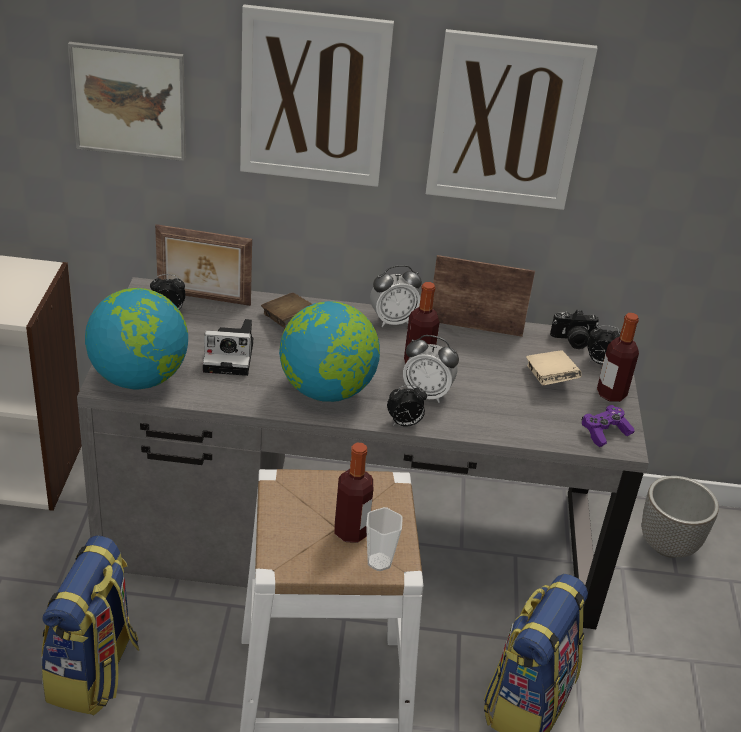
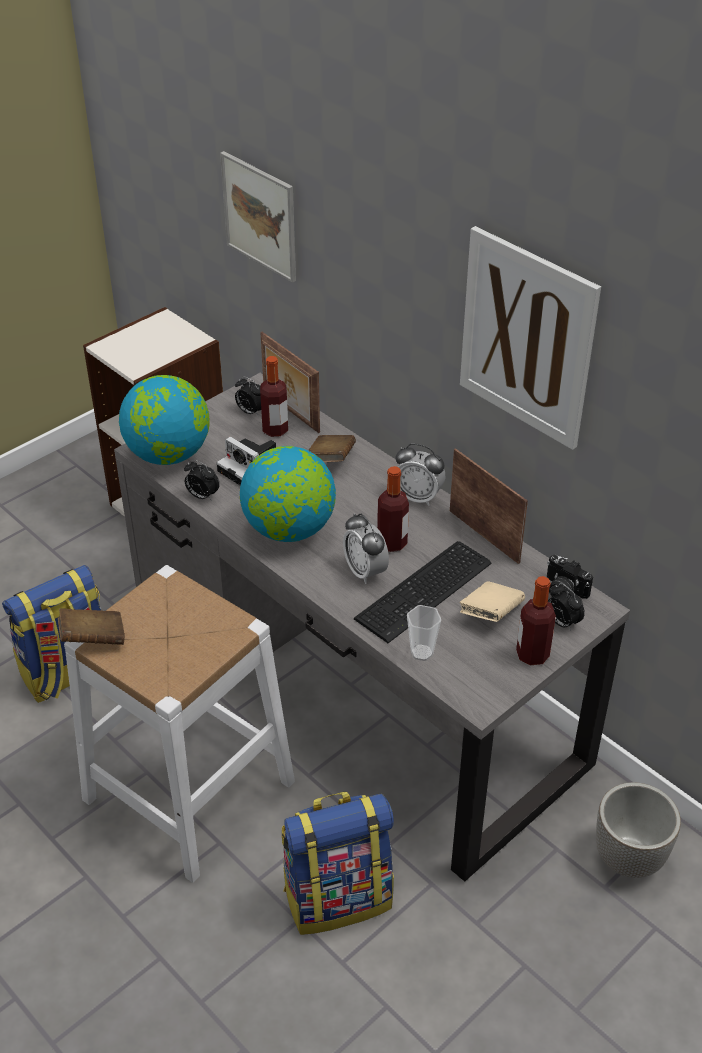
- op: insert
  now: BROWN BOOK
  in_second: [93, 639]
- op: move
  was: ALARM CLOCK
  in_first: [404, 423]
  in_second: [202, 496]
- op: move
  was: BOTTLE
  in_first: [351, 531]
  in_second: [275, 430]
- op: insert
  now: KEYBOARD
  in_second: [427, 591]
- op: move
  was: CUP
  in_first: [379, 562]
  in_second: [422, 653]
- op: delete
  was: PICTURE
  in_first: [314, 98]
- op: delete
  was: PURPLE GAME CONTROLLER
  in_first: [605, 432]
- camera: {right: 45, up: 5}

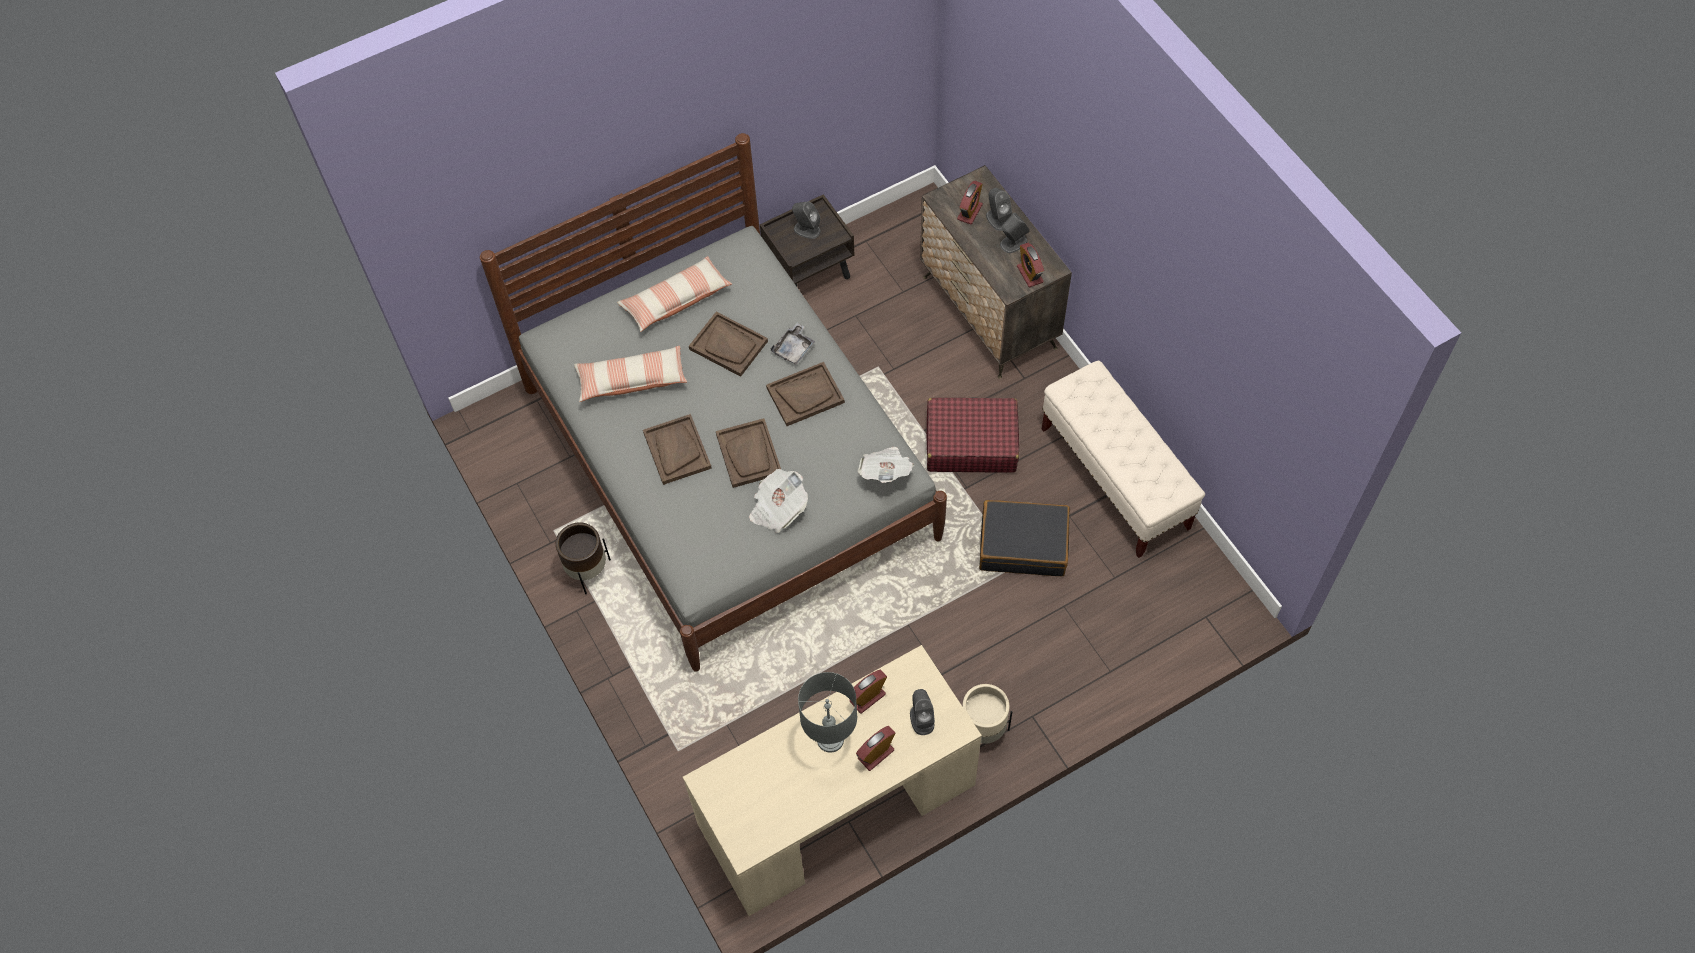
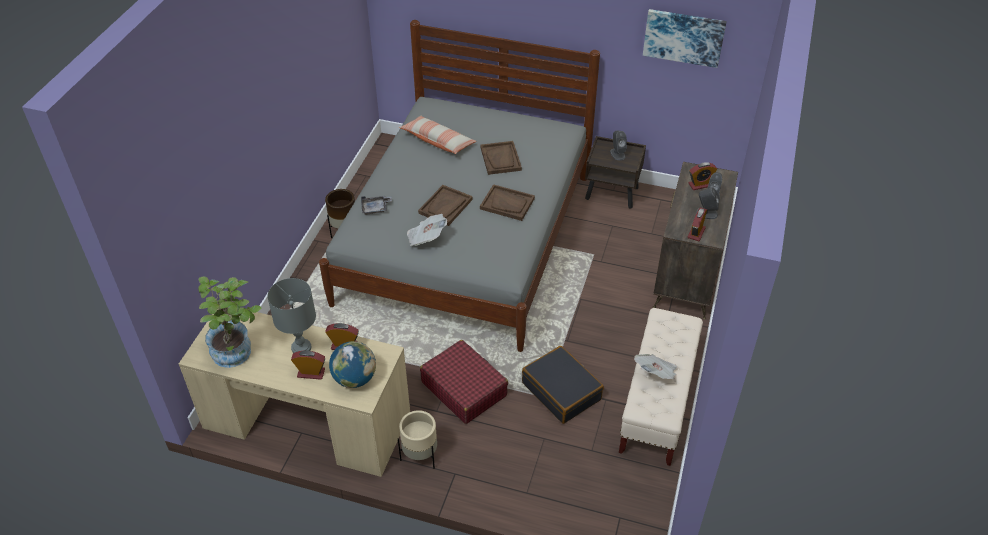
- op: insert
  now: POTTED PLANT
  in_second: [238, 352]
- op: replace
  was: GREY SPEAKER
  now: GLOBE
  in_first: [922, 719]
  in_second: [355, 378]
- op: move
  was: GREY TRAY
  in_first: [794, 349]
  in_second: [375, 208]
- op: move
  was: RED SUITCASE
  in_first: [971, 443]
  in_second: [464, 388]
- op: move
  was: NEWSPAPER
  in_first: [885, 472]
  in_second: [656, 373]
- op: insert
  now: PICTURE
  in_second: [684, 37]
- op: delete
  was: PILLOW
  in_first: [676, 300]
- op: delete
  was: BROWN TRAY
  in_first: [677, 450]
- camera: {right: 45, up: -15}

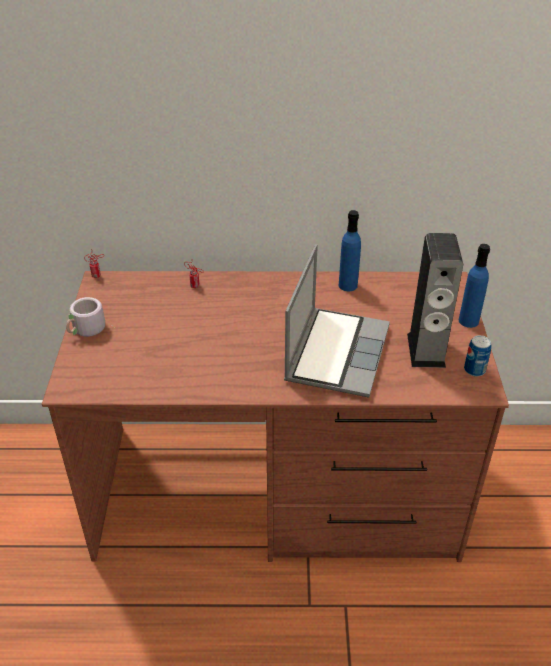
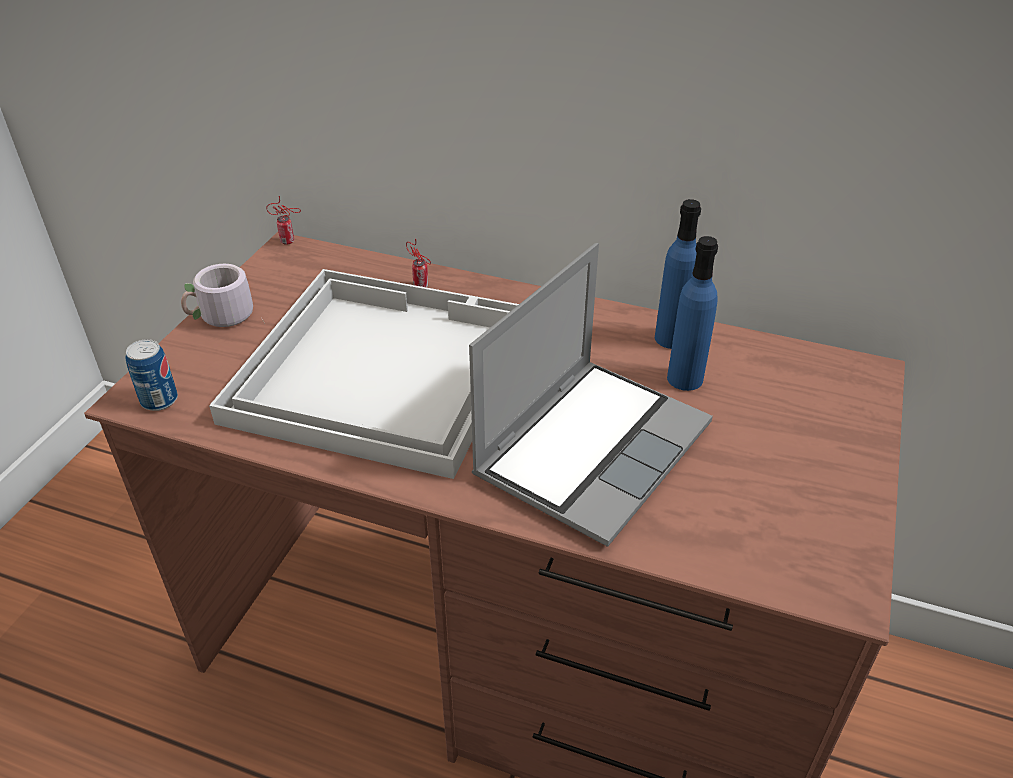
- op: move
  was: CAN
  in_first: [474, 370]
  in_second: [159, 400]
- op: insert
  now: WHITE TRAY
  in_second: [380, 369]
- op: move
  was: BLUE BOTTLE
  in_first: [468, 321]
  in_second: [685, 379]
- op: delete
  was: SPEAKER
  in_first: [426, 350]
- camera: {right: 20, up: 0}

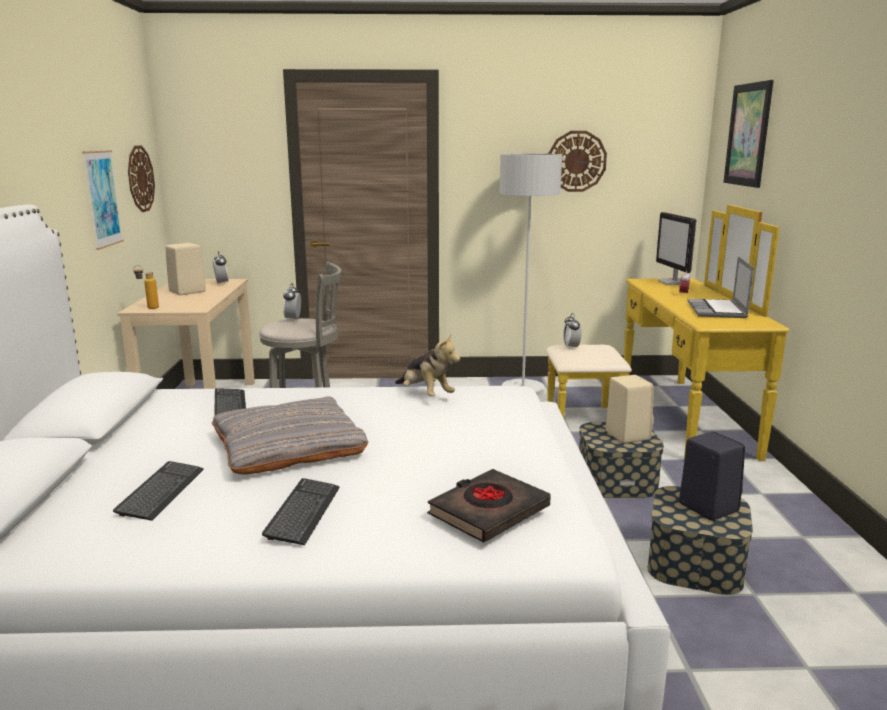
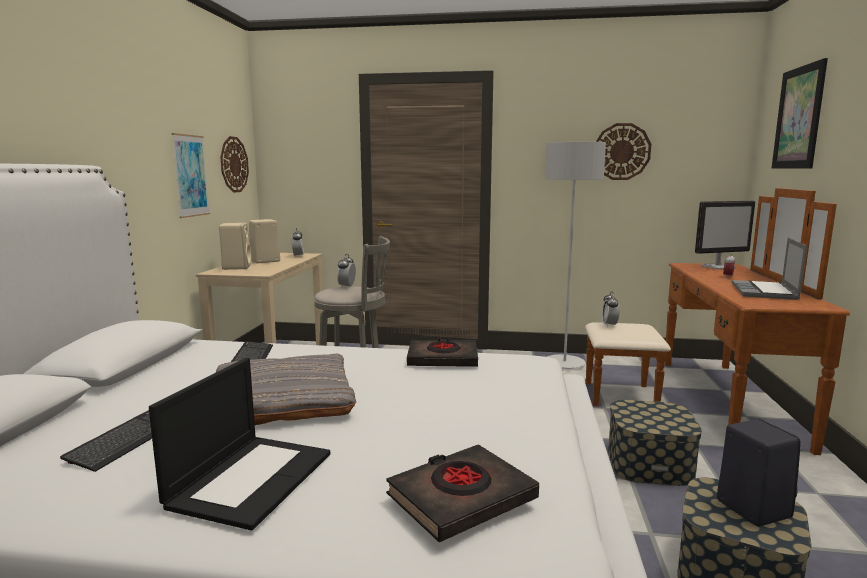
- op: replace
  was: KEYBOARD
  now: LAPTOP
  in_first: [303, 512]
  in_second: [251, 478]
- op: move
  was: BEIGE SPEAKER
  in_first: [626, 435]
  in_second: [236, 267]
- op: replace
  was: PLUSH TOY
  now: BLACK BOOK
  in_first: [425, 395]
  in_second: [443, 359]
- op: recolor
  was: YELLOW DRESSER
  now: BROWN DRESSER
  in_first: [660, 417]
  in_second: [702, 400]
- op: rotate
  was: MONITOR
  in_first: [673, 283]
  in_second: [718, 267]
  clockwise: -105
- op: delete
  was: BOTTLE
  in_first: [148, 308]
- camera: {right: 10, up: -5}

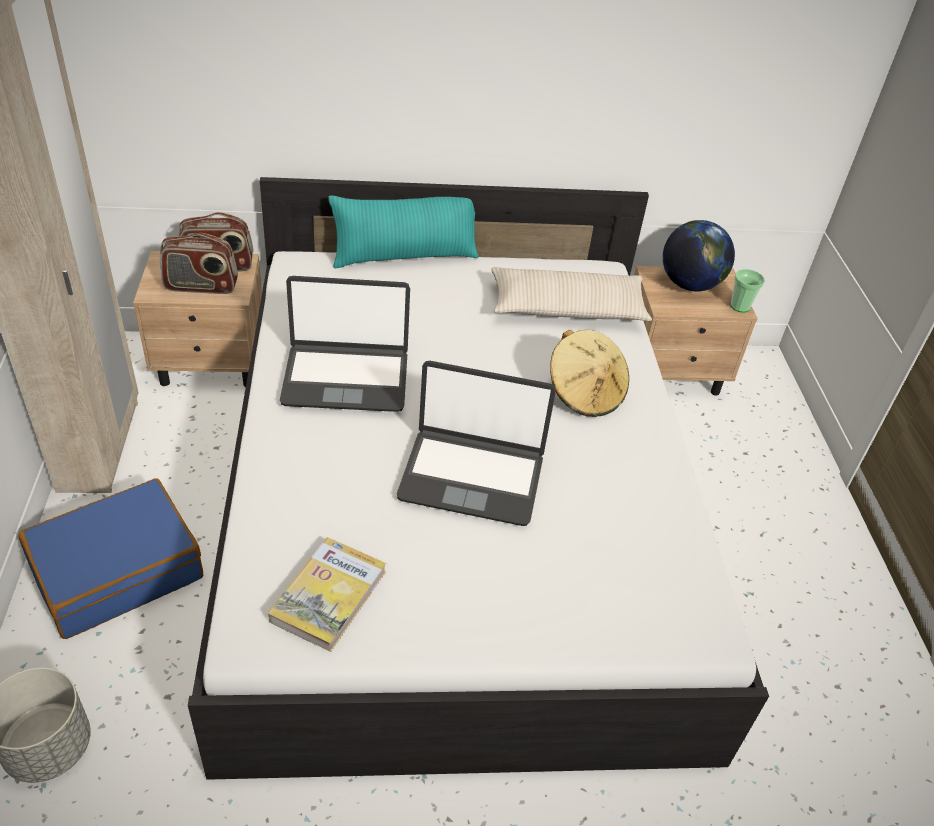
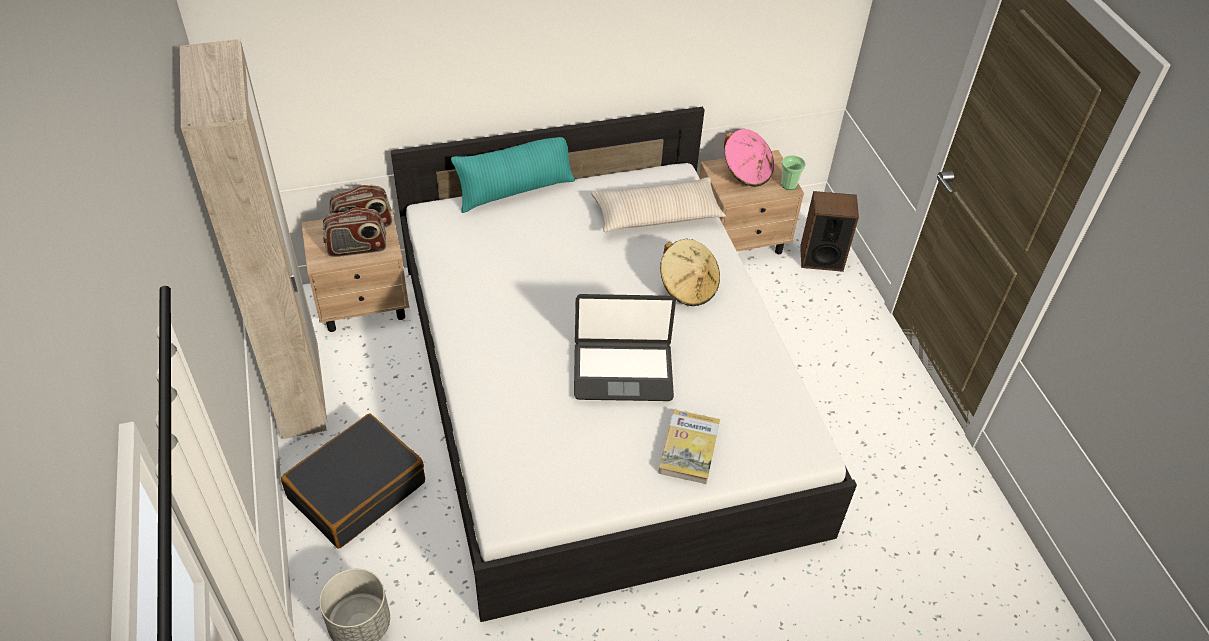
- op: recolor
  was: BLUE SUITCASE
  now: BLACK SUITCASE
  in_first: [117, 570]
  in_second: [356, 490]
- op: move
  was: BOOK
  in_first: [329, 596]
  in_second: [689, 448]
- op: replace
  was: GLOBE
  now: PINK HAT
  in_first: [689, 285]
  in_second: [746, 172]
- op: insert
  now: SPEAKER
  in_second: [821, 258]
- op: delete
  was: LAPTOP
  in_first: [346, 378]
- camera: {right: -10, up: 5}

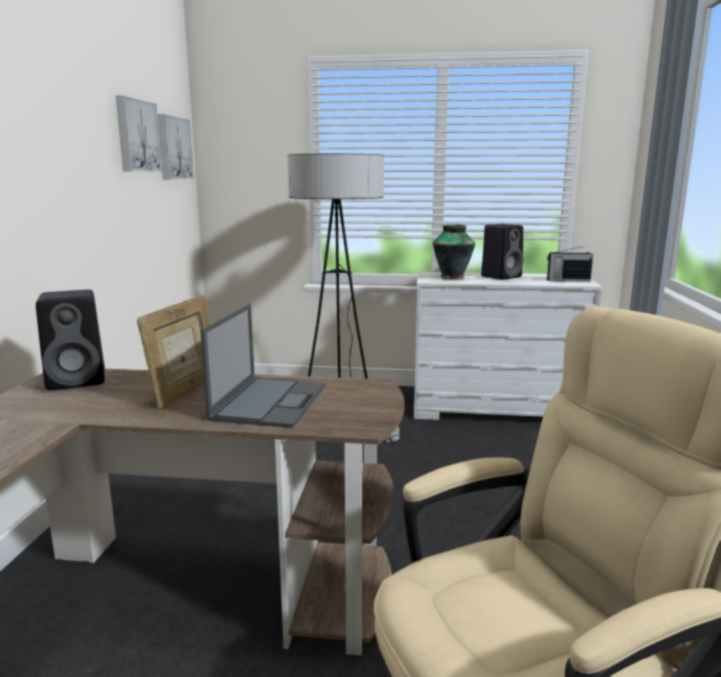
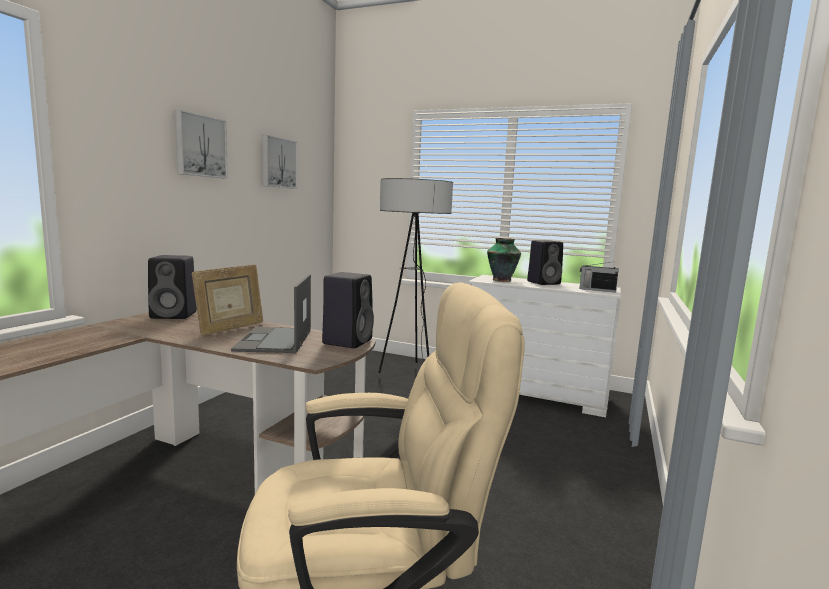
- op: move
  was: PICTURE
  in_first: [173, 148]
  in_second: [200, 146]
- op: rotate
  was: LAPTOP
  in_first: [270, 401]
  in_second: [274, 340]
  clockwise: 150
- op: insert
  now: BLACK SPEAKER
  in_second: [348, 341]
- camera: {right: 15, up: -5}

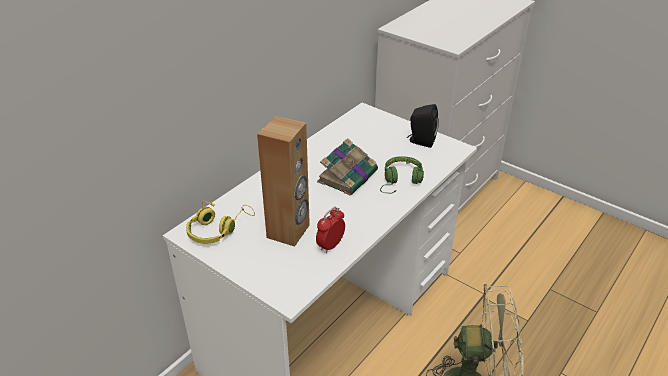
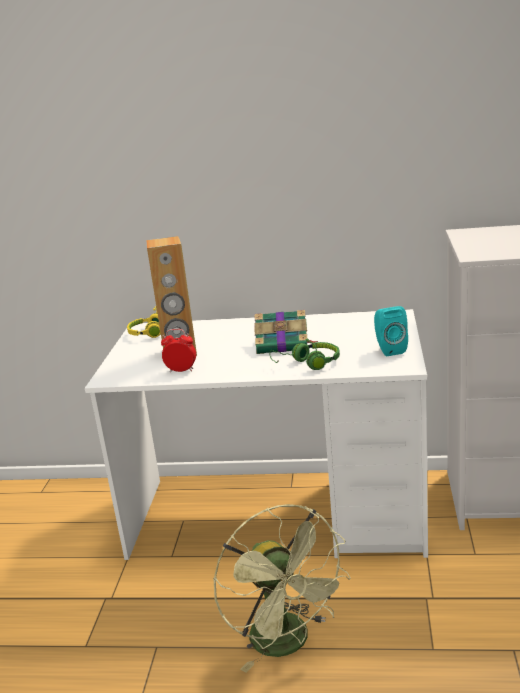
- op: recolor
  was: BLACK SPEAKER
  now: TURQUOISE SPEAKER
  in_first: [420, 141]
  in_second: [389, 349]
- camera: {right: 60, up: -15}

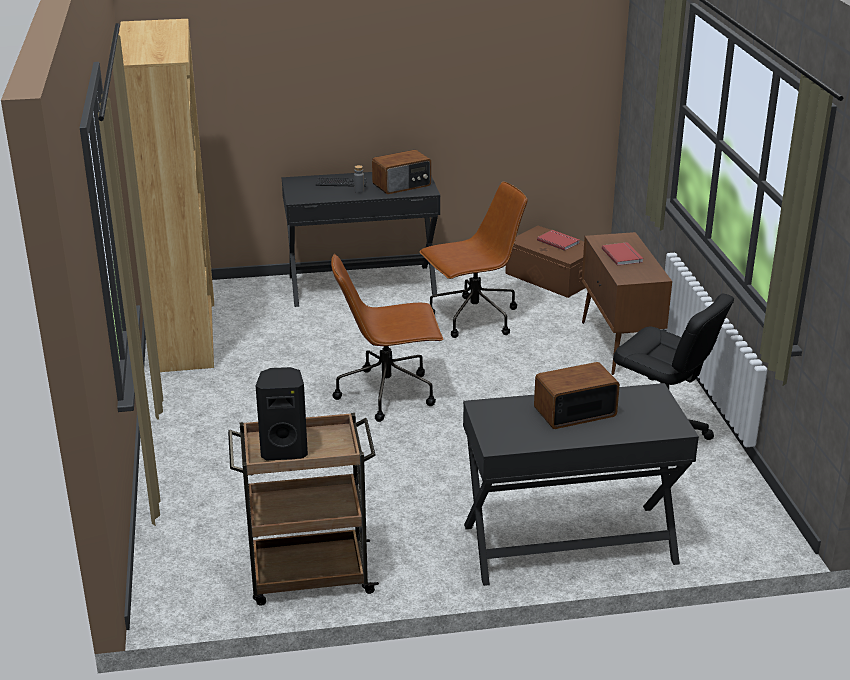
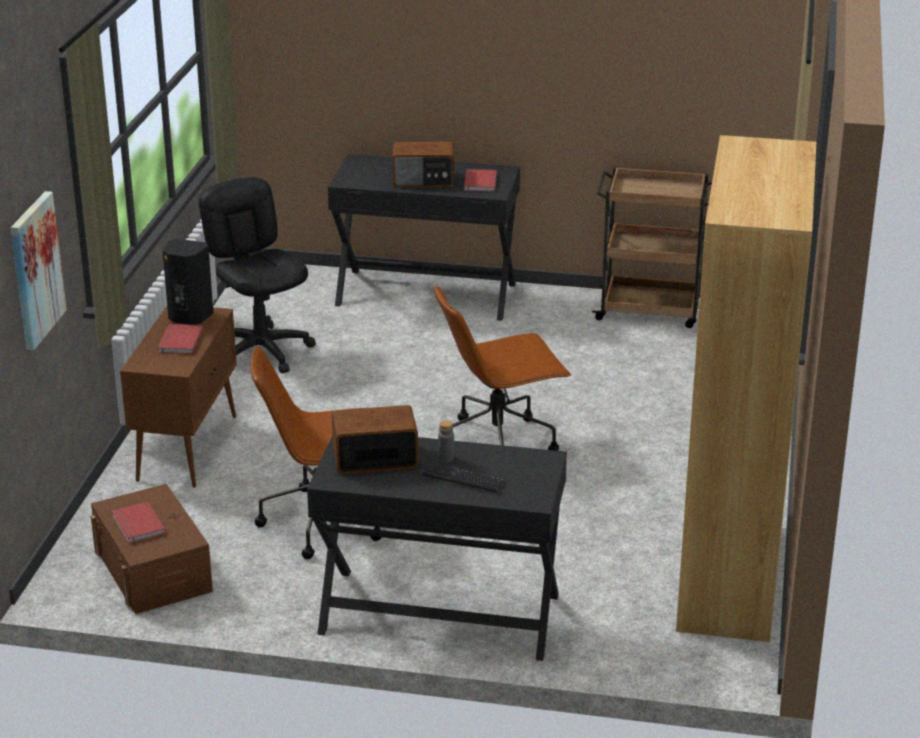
- op: insert
  now: PICTURE
  in_second: [35, 270]
- op: move
  was: BLACK SPEAKER
  in_first: [284, 450]
  in_second: [189, 317]
- op: rotate
  was: BROWN OFFICE CHAIR
  in_first: [388, 393]
  in_second: [498, 444]
  clockwise: 150
- op: insert
  now: RED BOOK
  in_second: [478, 182]
- camera: {right: -160, up: 0}

